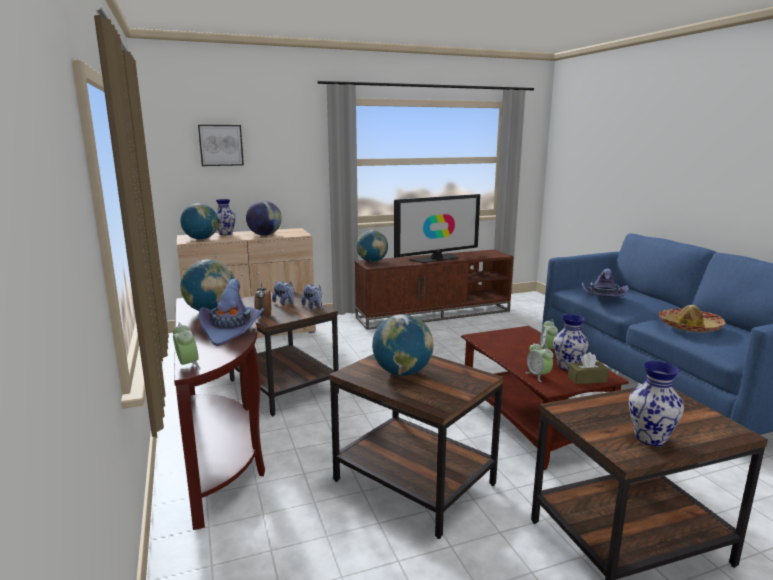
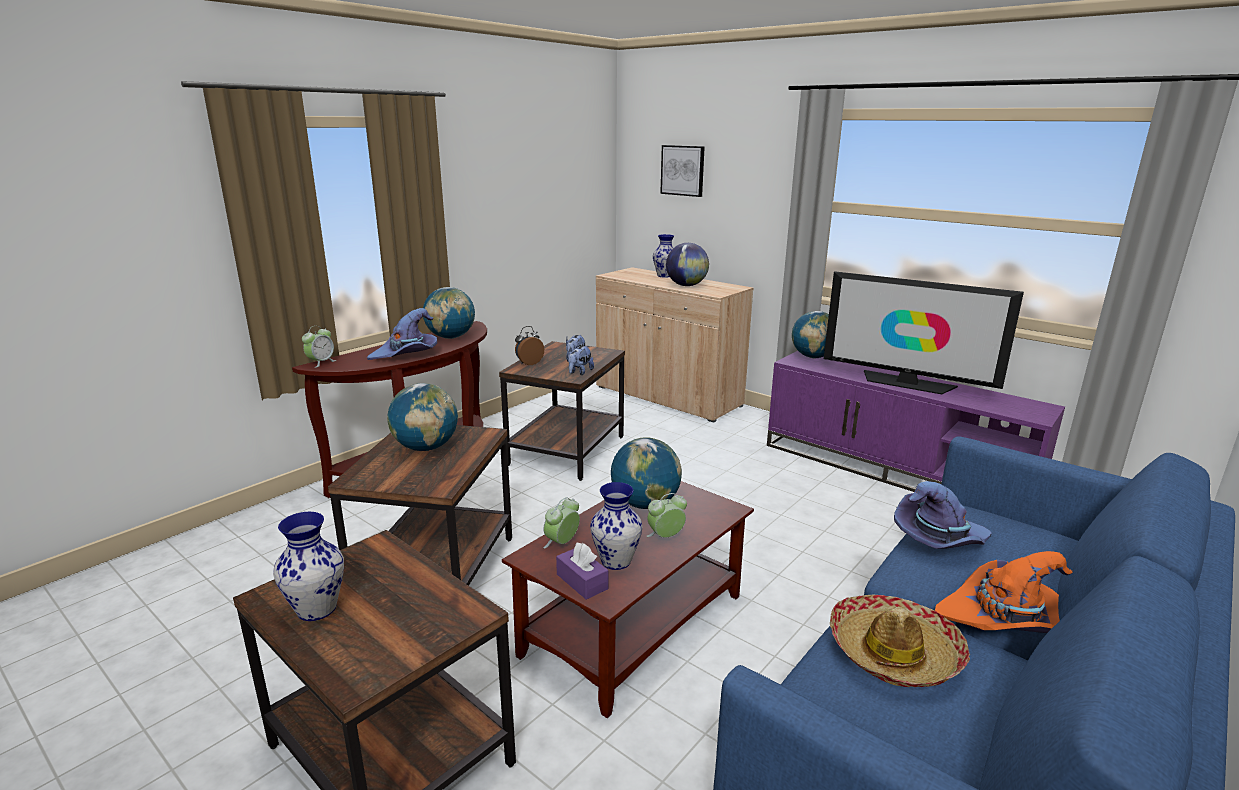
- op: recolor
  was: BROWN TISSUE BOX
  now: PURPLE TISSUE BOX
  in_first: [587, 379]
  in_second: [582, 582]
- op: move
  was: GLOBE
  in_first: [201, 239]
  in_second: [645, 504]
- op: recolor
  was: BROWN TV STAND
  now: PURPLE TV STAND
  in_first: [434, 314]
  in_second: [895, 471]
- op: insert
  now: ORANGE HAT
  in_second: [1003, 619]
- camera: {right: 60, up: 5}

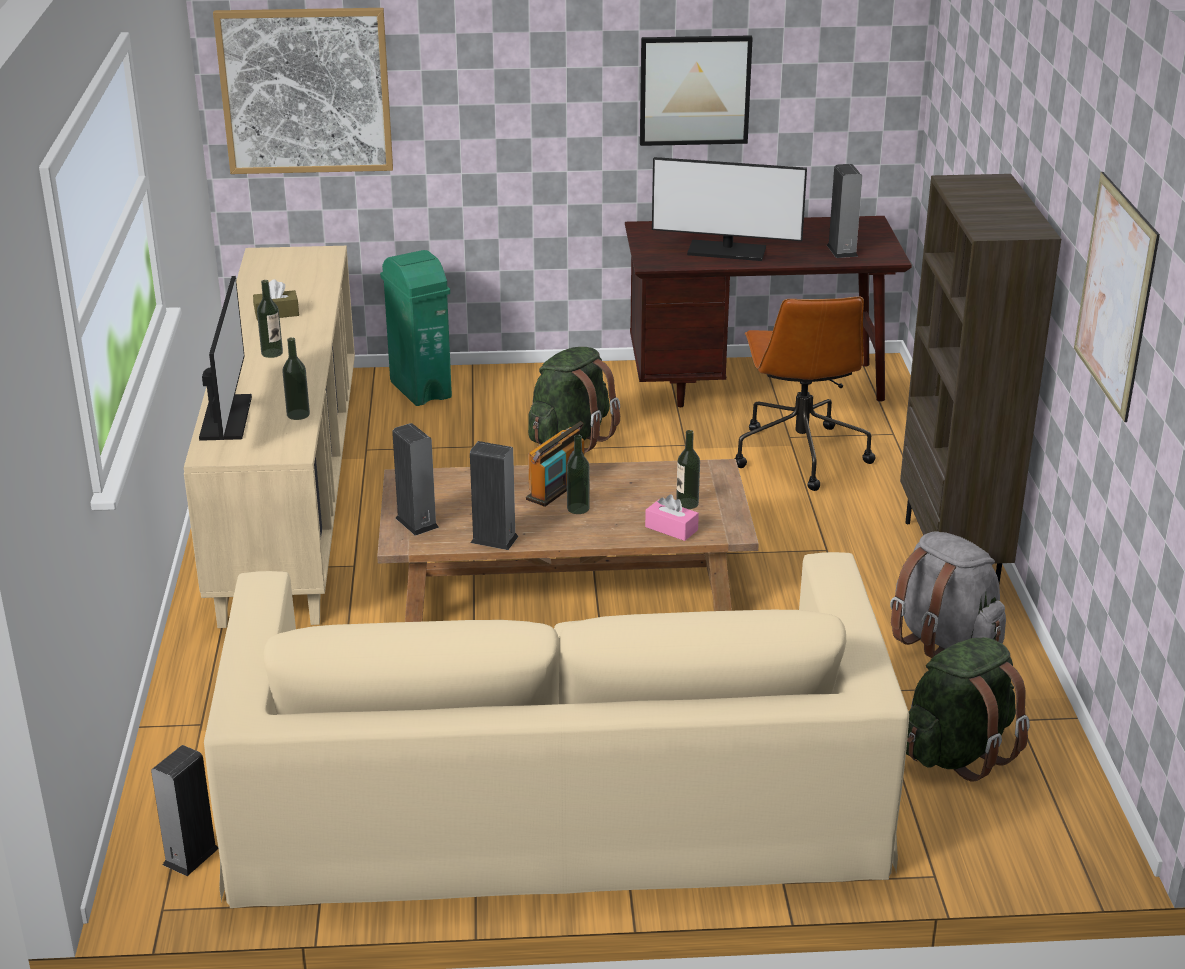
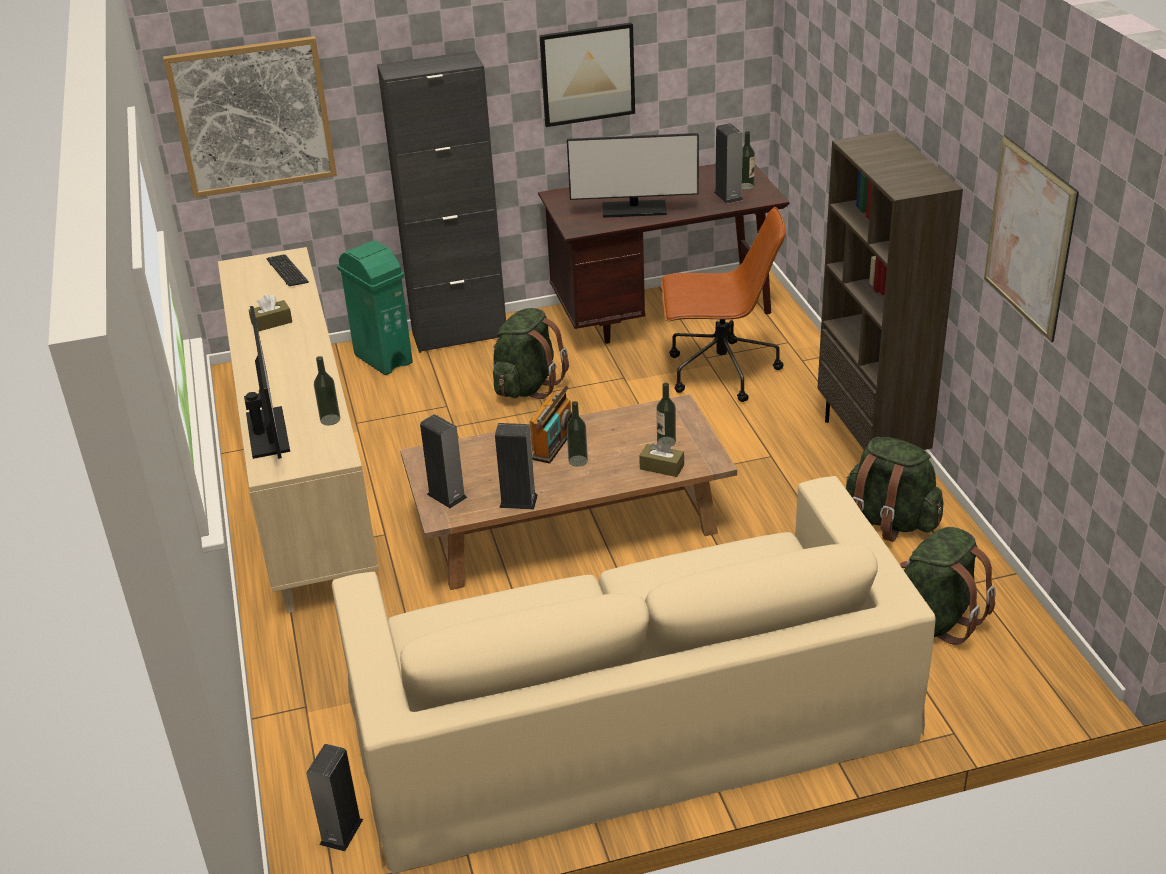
- op: insert
  now: KEYBOARD
  in_second: [287, 272]
- op: insert
  now: BLACK CABINET
  in_second: [459, 335]
- op: recolor
  was: PINK TISSUE BOX
  now: BROWN TISSUE BOX
  in_first: [671, 528]
  in_second: [661, 467]
- op: rotate
  was: BROWN OFFICE CHAIR
  in_first: [799, 454]
  in_second: [719, 372]
  clockwise: -75
- op: move
  was: BOTTLE
  in_first: [272, 353]
  in_second: [746, 186]
- op: recolor
  was: GREY BACKPACK
  now: GREEN BACKPACK
  in_first: [942, 639]
  in_second: [889, 521]
- camera: {right: -10, up: 5}

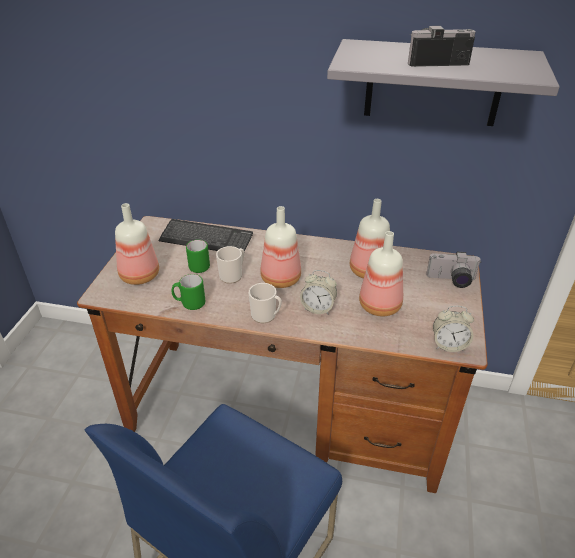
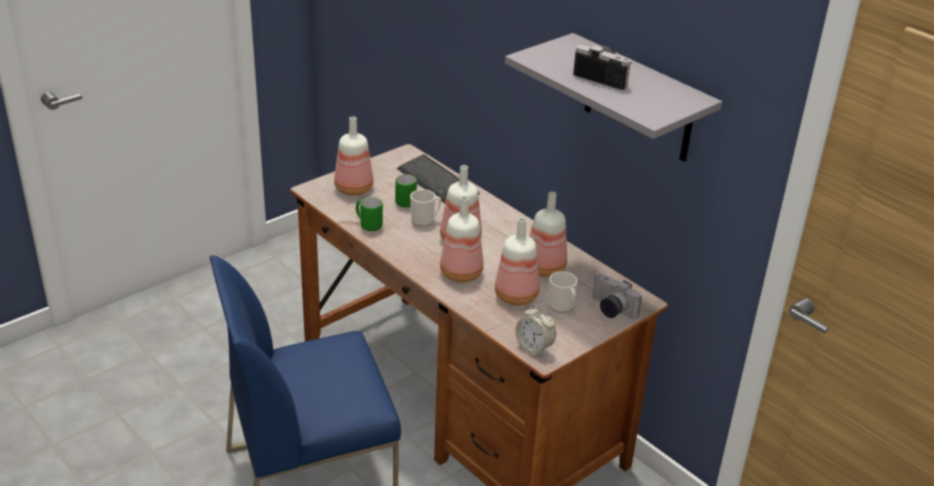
- op: replace
  was: ALARM CLOCK
  now: BOTTLE
  in_first: [318, 308]
  in_second: [462, 274]
- op: move
  was: MUG
  in_first: [266, 316]
  in_second: [562, 307]
- camera: {right: 35, up: -5}

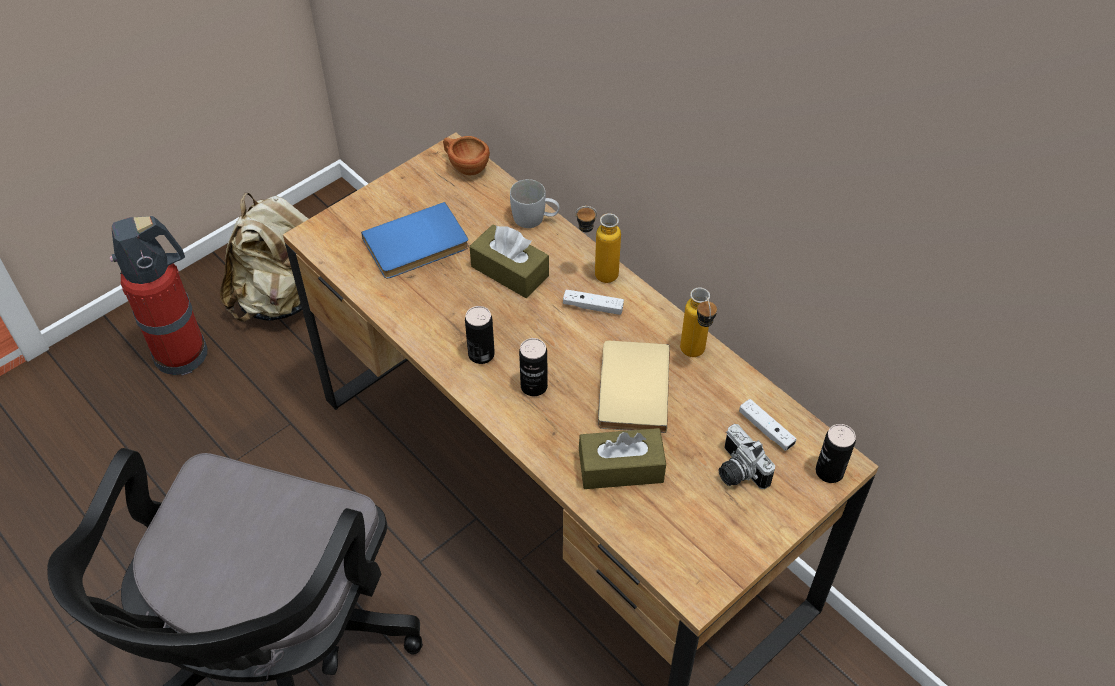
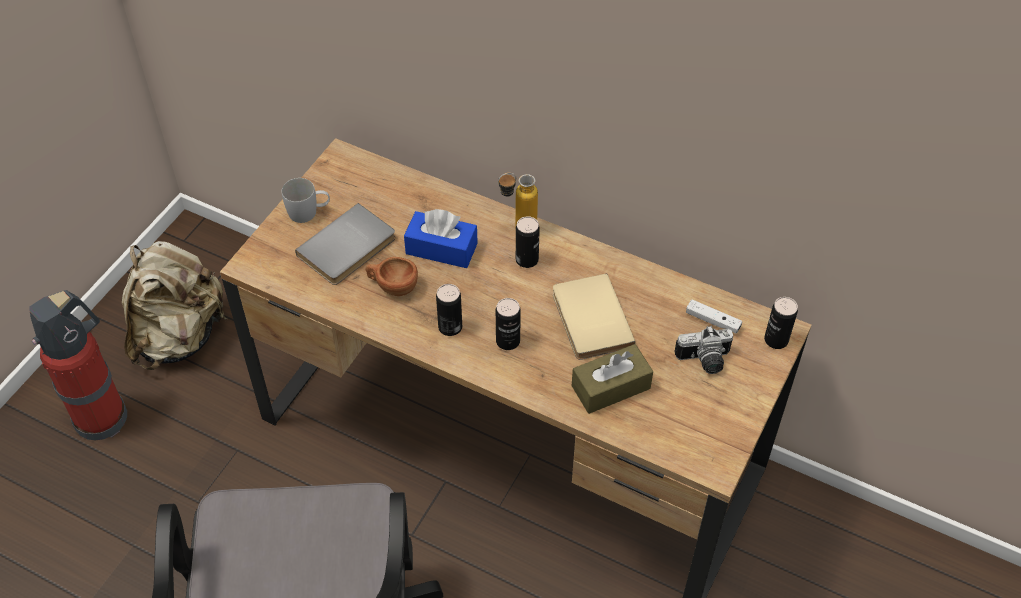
- op: move
  was: WHITE MUG
  in_first: [535, 219]
  in_second: [309, 212]
- op: recolor
  was: BLUE BOOK
  now: GREY BOOK
  in_first: [417, 245]
  in_second: [349, 248]
- op: move
  was: BROWN CUP
  in_first: [465, 166]
  in_second: [392, 286]
- op: recolor
  was: BROWN TISSUE BOX
  now: BLUE TISSUE BOX
  in_first: [510, 271]
  in_second: [441, 249]
- op: replace
  was: WHITE GAME CONTROLLER
  now: CAN
  in_first: [593, 307]
  in_second: [527, 260]
- op: rotate
  was: PHOTO CAMERA
  in_first: [737, 471]
  in_second: [704, 361]
  clockwise: -45
- op: delete
  was: BOTTLE
  in_first: [695, 357]
- camera: {right: -20, up: 0}

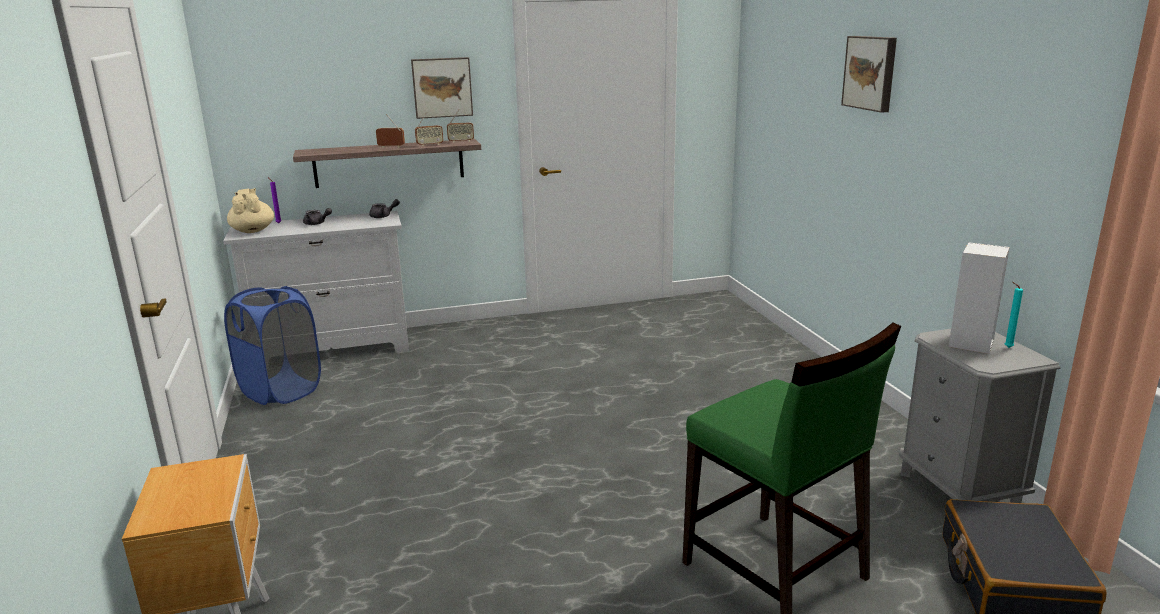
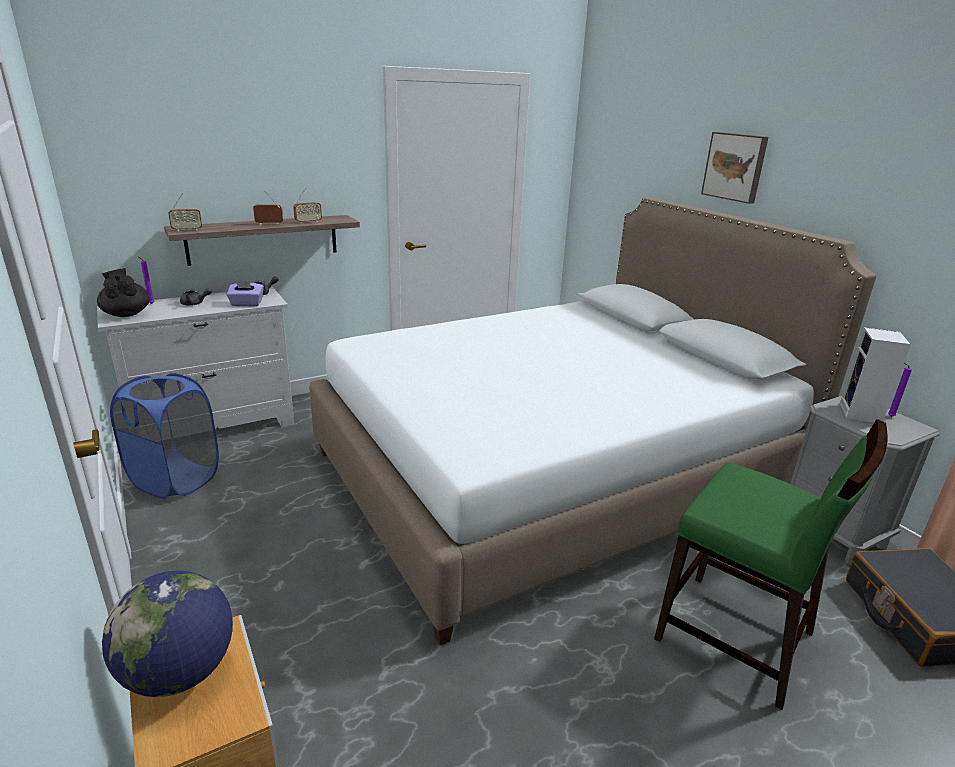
- op: recolor
  was: BEIGE TEAPOT
  now: BLACK TEAPOT
  in_first: [253, 231]
  in_second: [126, 314]
- op: insert
  now: GLOBE
  in_second: [180, 673]
- op: move
  was: RADIO
  in_first: [461, 141]
  in_second: [187, 230]
- op: insert
  now: PURPLE TISSUE BOX
  in_second: [246, 304]
- op: insert
  now: WHITE BED
  in_second: [552, 473]
- op: recolor
  was: TURQUOISE CANDLE
  now: PURPLE CANDLE
  in_first: [1006, 347]
  in_second: [889, 416]
- op: delete
  was: PICTURE
  in_first: [442, 87]
- camera: {right: -15, up: 5}

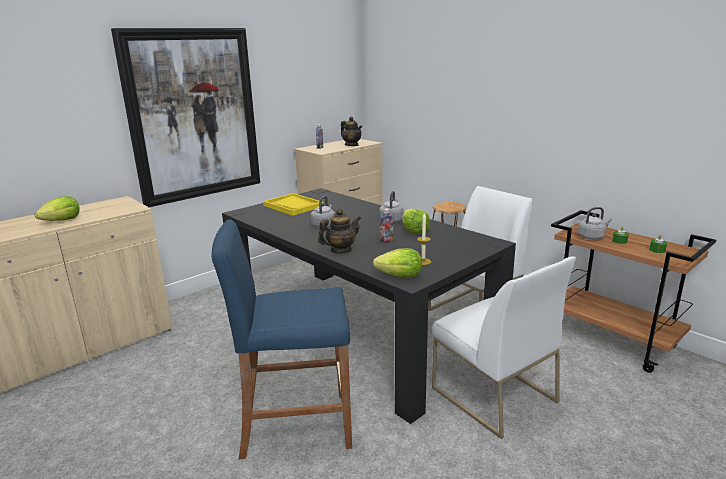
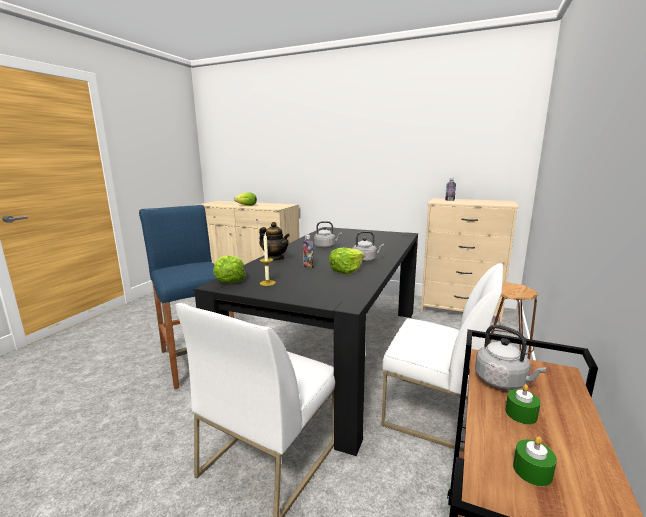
- op: delete
  was: PICTURE
  in_first: [193, 115]
- op: delete
  was: YELLOW TRAY
  in_first: [293, 206]
- op: delete
  was: TEAPOT
  in_first: [351, 145]
- camera: {right: 65, up: -5}

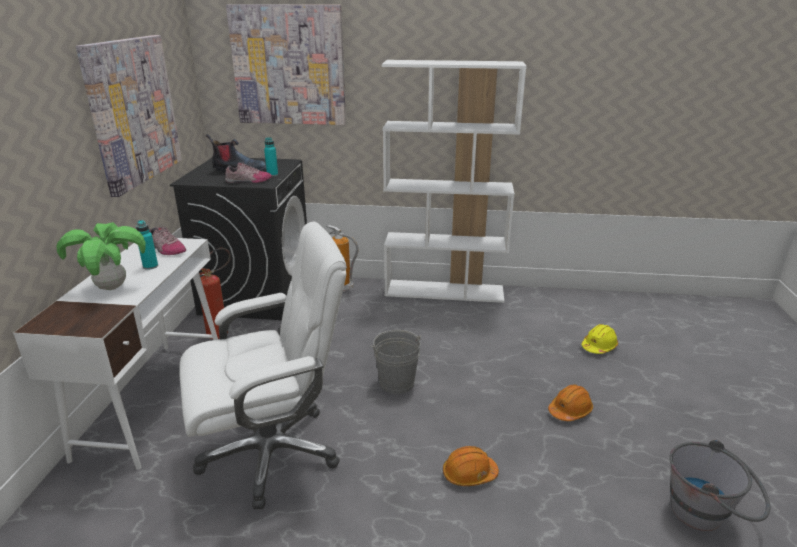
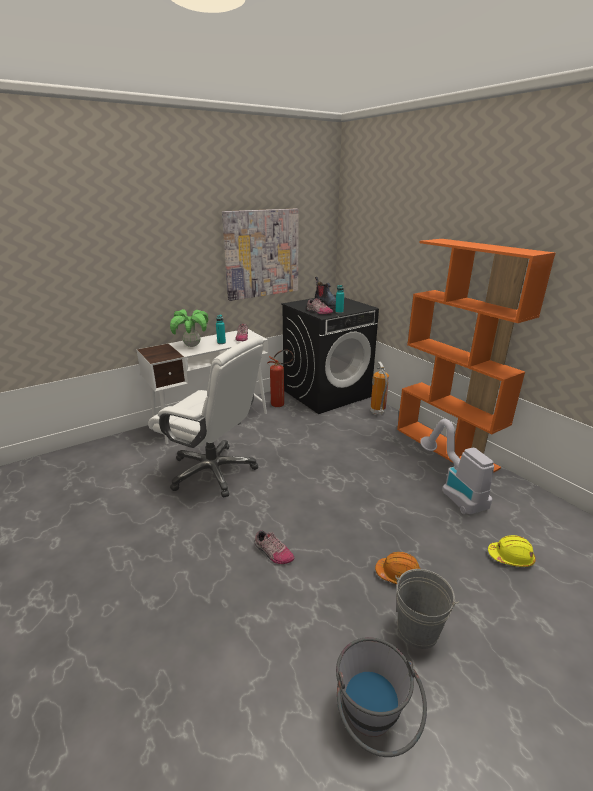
- op: replace
  was: ORANGE HARD HAT
  now: SHOE
  in_first: [469, 474]
  in_second: [273, 552]
- op: move
  was: GREY BUCKET
  in_first: [397, 383]
  in_second: [418, 630]
- op: recolor
  was: WHITE BOOKCASE
  now: ORANGE BOOKCASE
  in_first: [445, 291]
  in_second: [446, 448]
- op: insert
  now: VACUUM CLEANER
  in_second: [453, 490]
- op: delete
  was: PICTURE
  in_first: [289, 66]
- camera: {right: 50, up: 0}

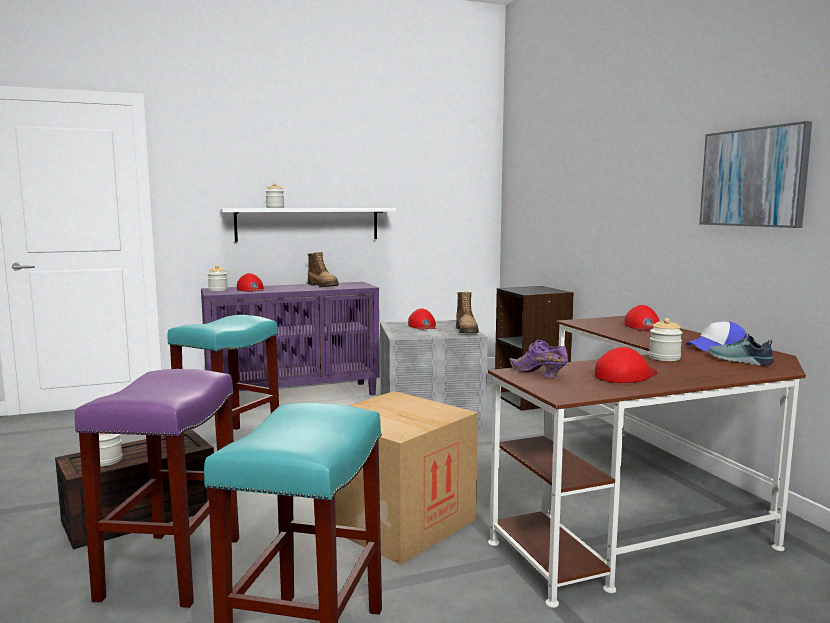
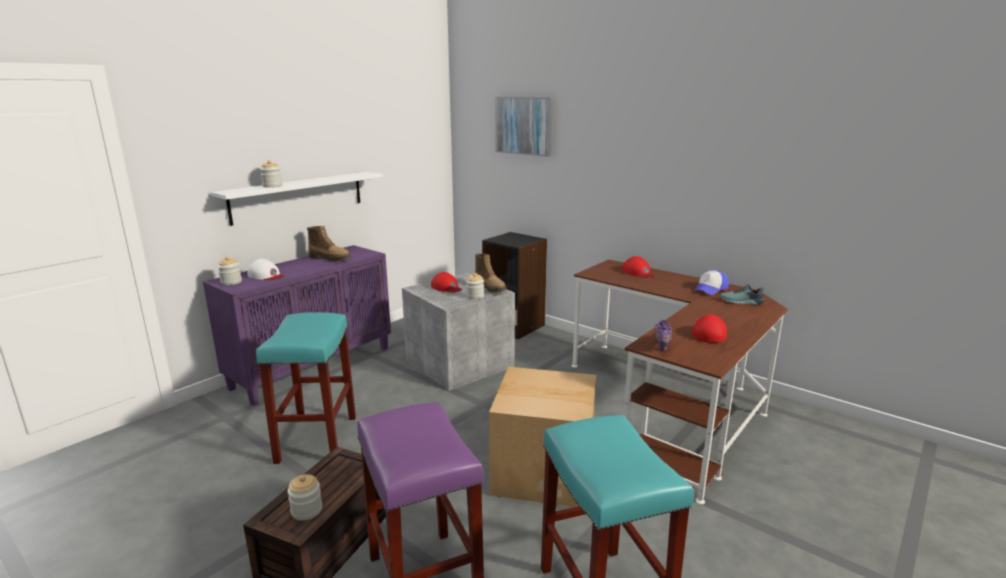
- op: recolor
  was: RED CAP
  now: WHITE CAP
  in_first: [251, 289]
  in_second: [266, 275]
- op: move
  was: JAR
  in_first: [664, 358]
  in_second: [475, 296]
- op: move
  was: PICTURE
  in_first: [753, 177]
  in_second: [524, 126]
- op: rotate
  was: PURPLE SHOE
  in_first: [538, 374]
  in_second: [662, 344]
  clockwise: 90
- camera: {right: -30, up: 10}

